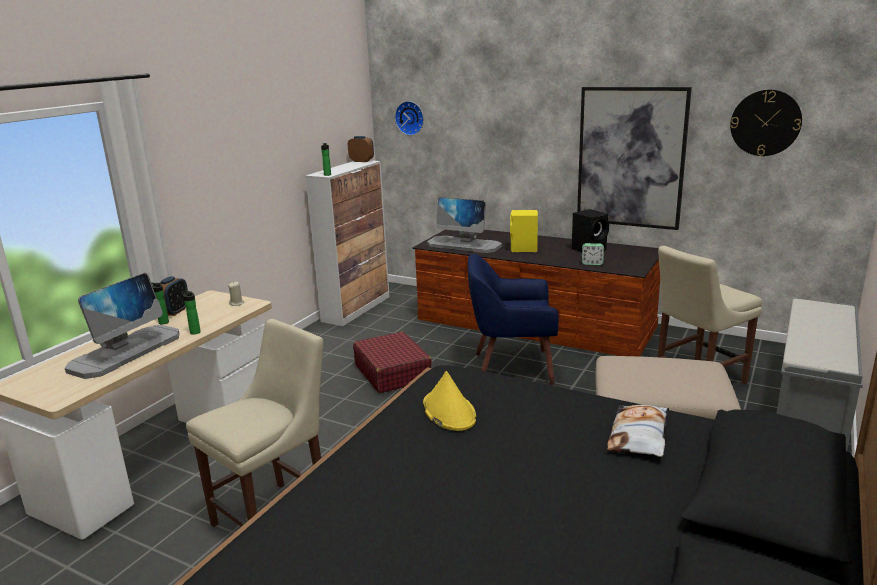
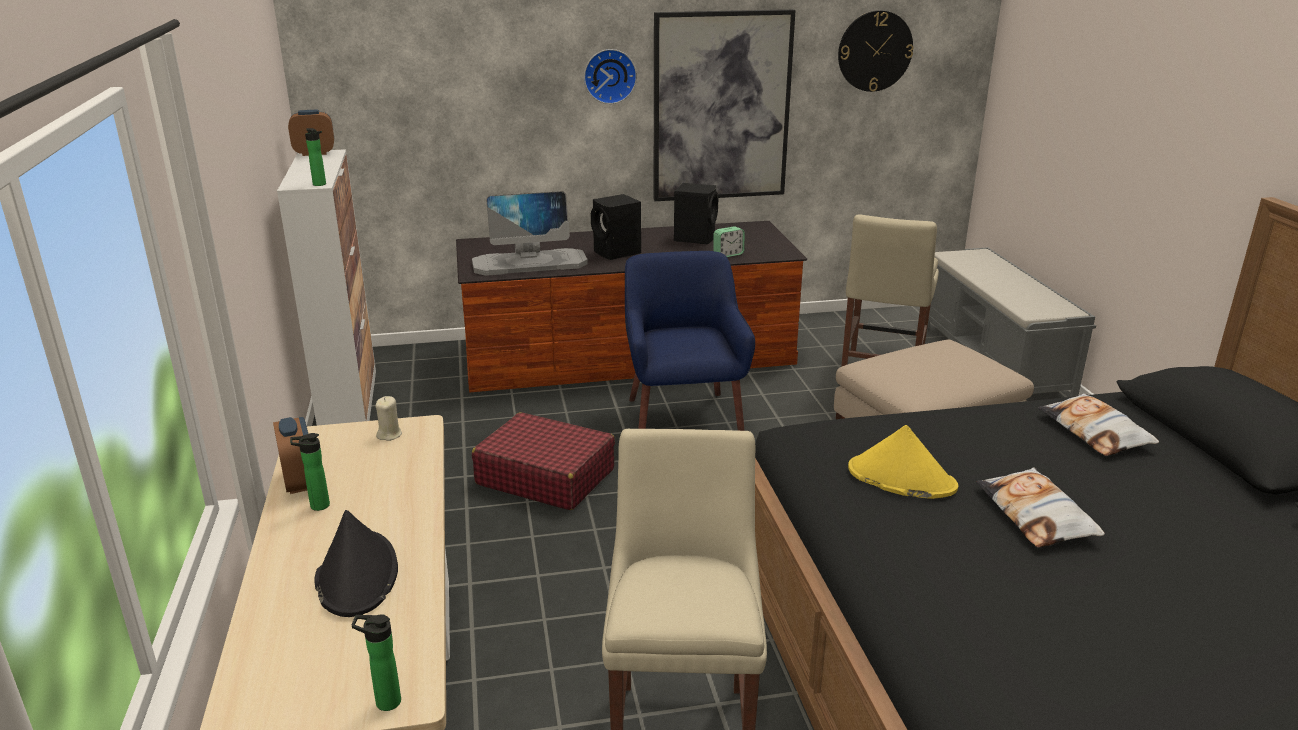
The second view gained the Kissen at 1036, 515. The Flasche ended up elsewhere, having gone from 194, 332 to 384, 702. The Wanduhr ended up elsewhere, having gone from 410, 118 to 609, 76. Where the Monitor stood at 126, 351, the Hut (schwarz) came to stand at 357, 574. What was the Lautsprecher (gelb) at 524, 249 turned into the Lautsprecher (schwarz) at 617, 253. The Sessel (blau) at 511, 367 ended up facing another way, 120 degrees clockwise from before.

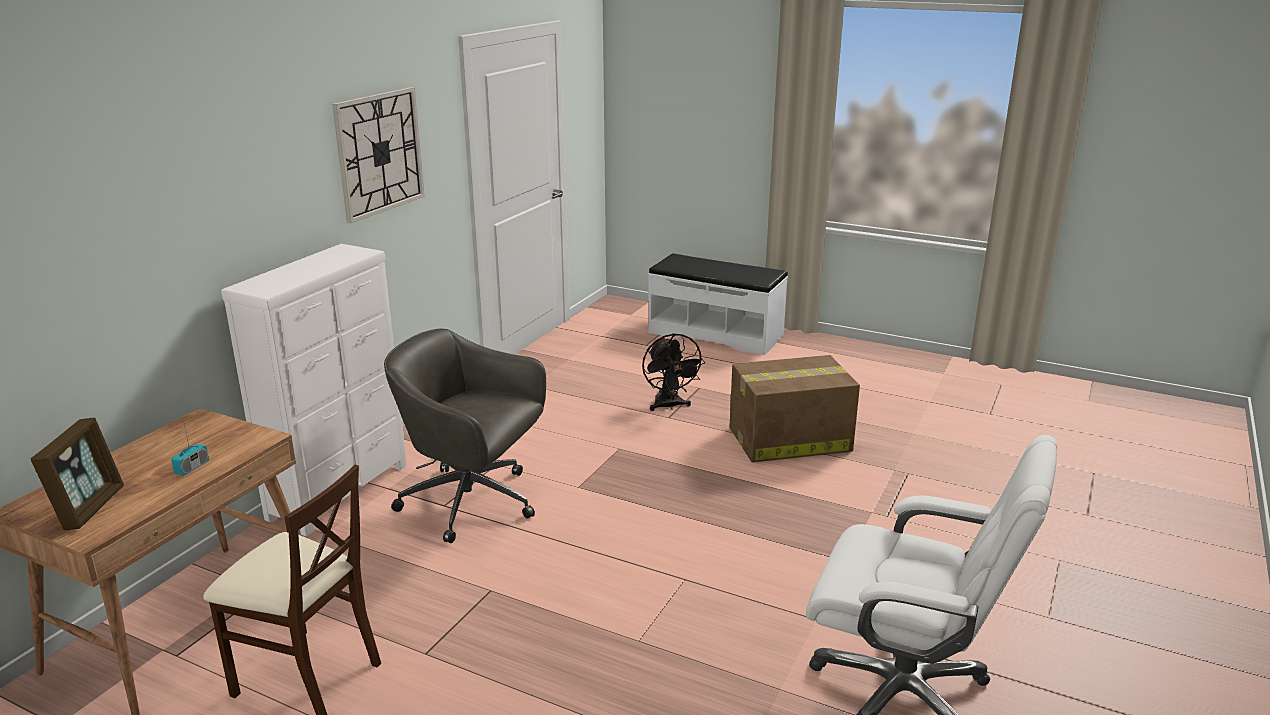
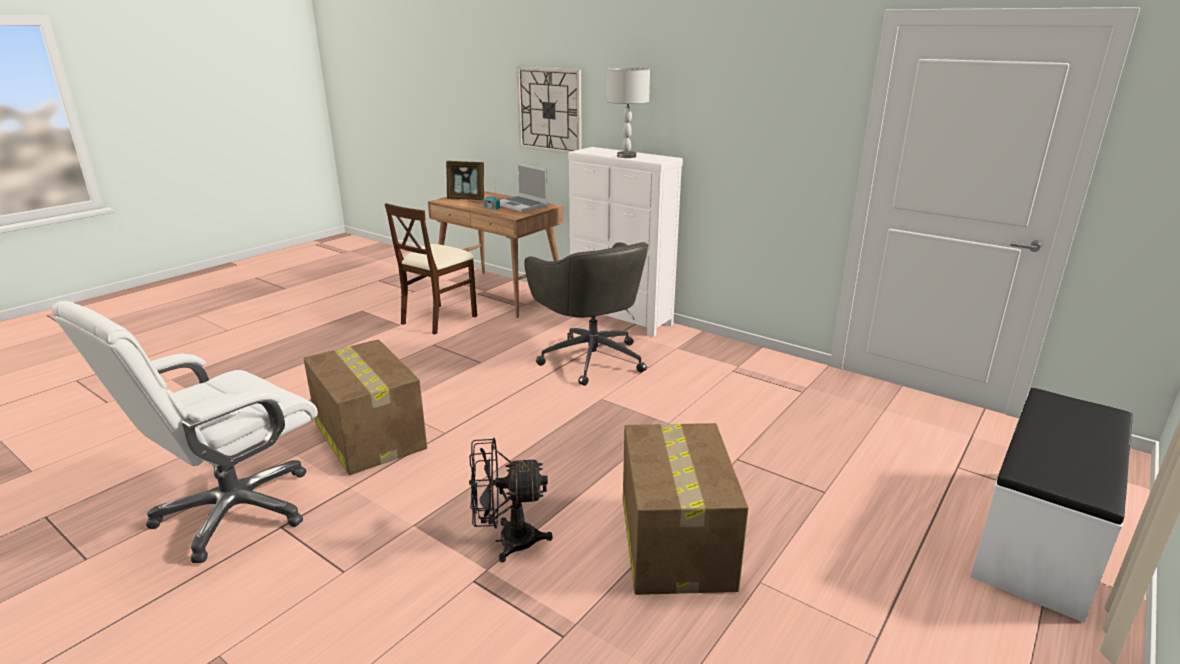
The second view gained the Karton at 369, 435. The second view gained the Laptop at 521, 205. The second view gained the Tischlampe (grau) at 626, 156. The Wanduhr ended up elsewhere, having gone from 379, 153 to 549, 110. The Ventilator (schwarz) ended up elsewhere, having gone from 669, 406 to 507, 541. The Bürostuhl (grau) at 473, 503 ended up facing another way, 120 degrees clockwise from before.

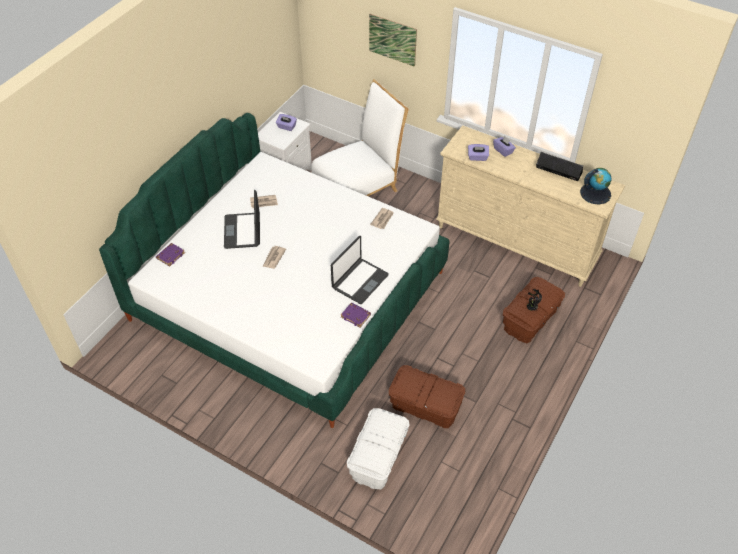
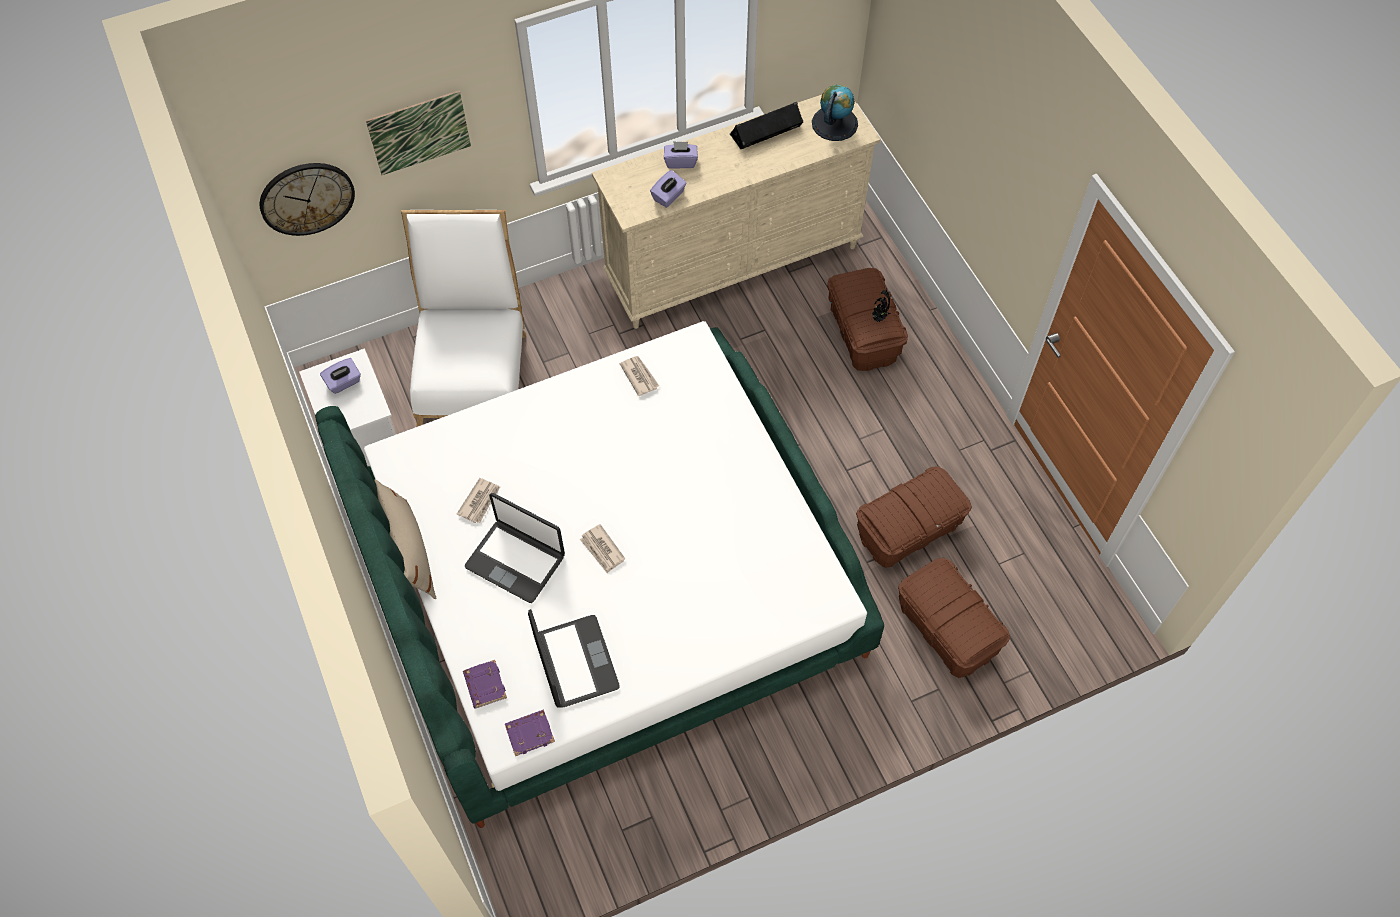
The second view gained the Wanduhr at 307, 198. The second view gained the Kissen (beige) at 410, 551. The Laptop ended up elsewhere, having gone from 359, 281 to 575, 662. The Buch (lila) ended up elsewhere, having gone from 356, 316 to 530, 733. What was the Aufbewahrungsbox (weiß) at 378, 457 turned into the Aufbewahrungsbox (braun) at 947, 629.

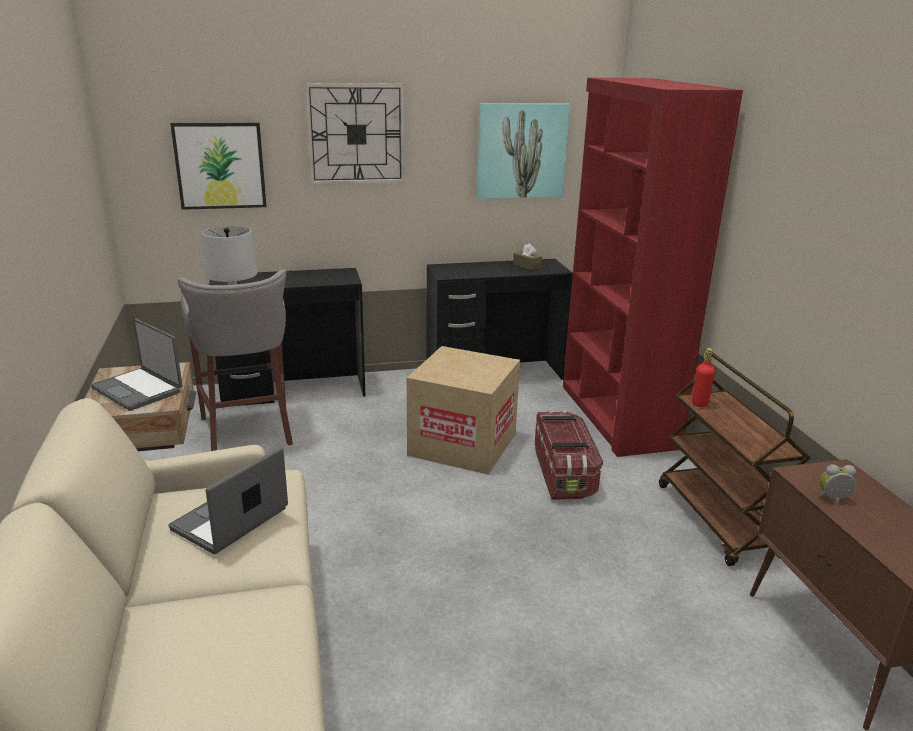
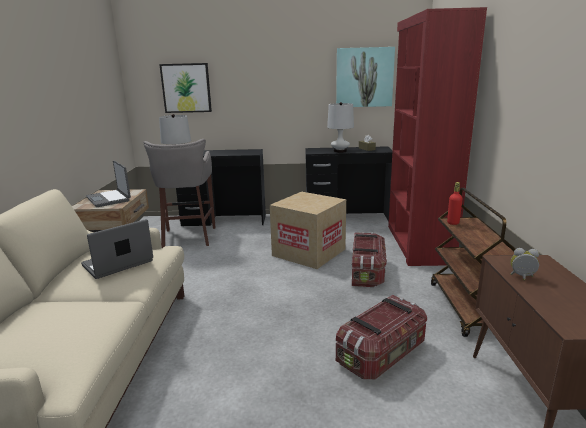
The second view lost the Wanduhr at 356, 134. The second view gained the Tischlampe (weiß) at 340, 151. The second view gained the Aufbewahrungsbox at 382, 354.

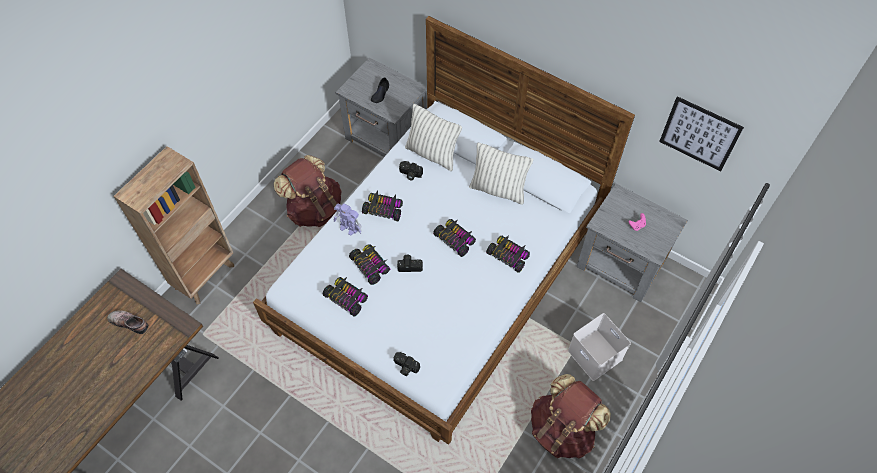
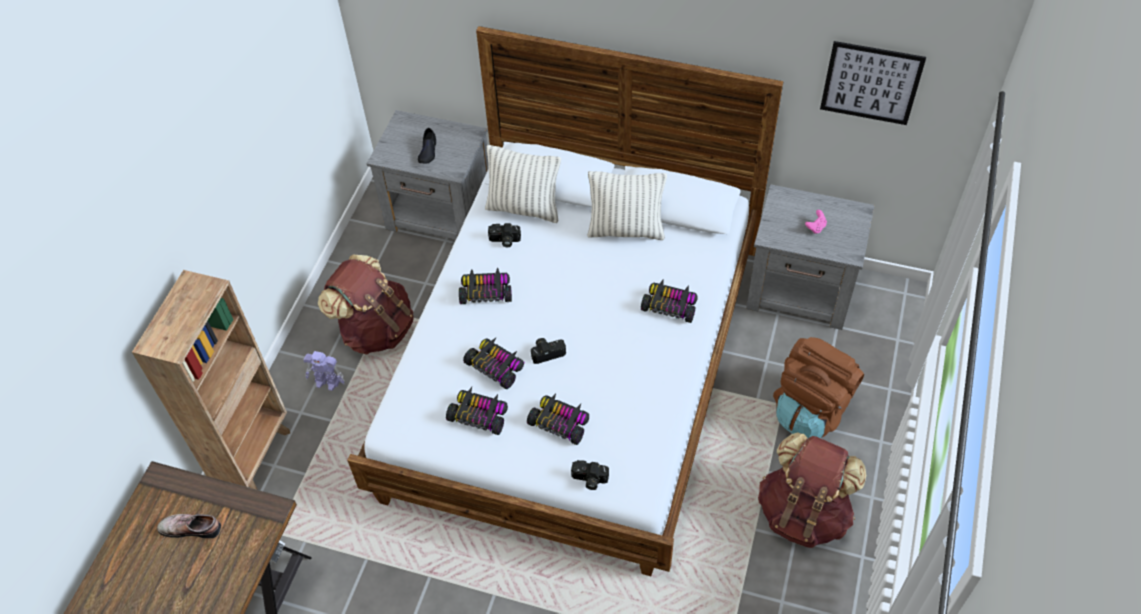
The Spielzeugroboter ended up elsewhere, having gone from 349, 228 to 328, 382. The Spielzeugauto ended up elsewhere, having gone from 455, 239 to 560, 422. Where the Aufbewahrungsbox (weiß) stood at 596, 355, the Rucksack (braun) came to stand at 811, 409.

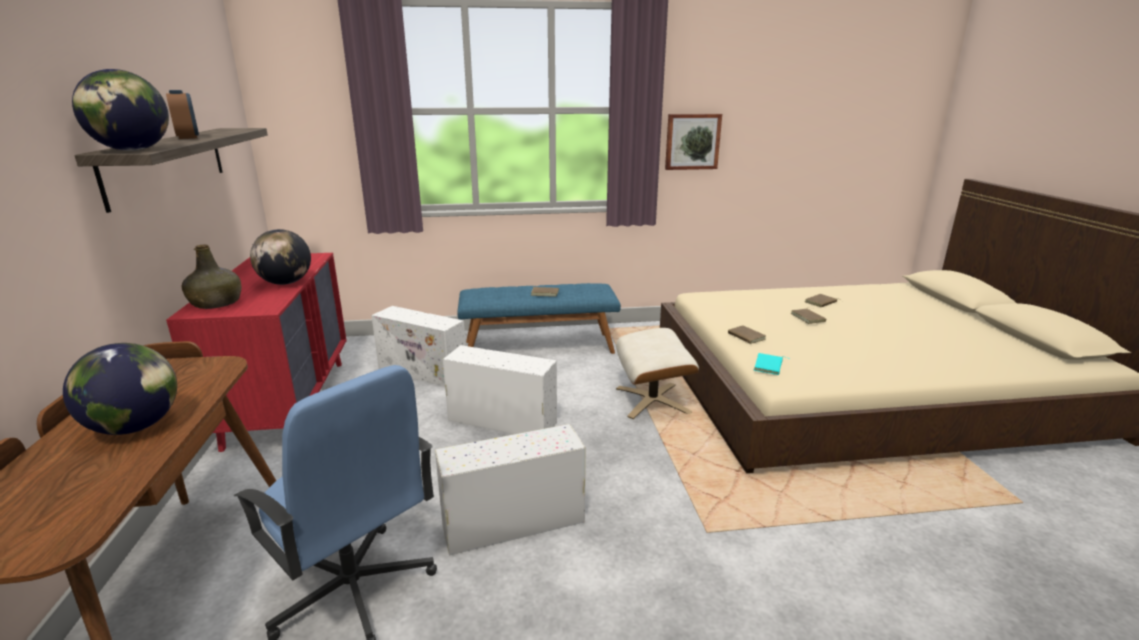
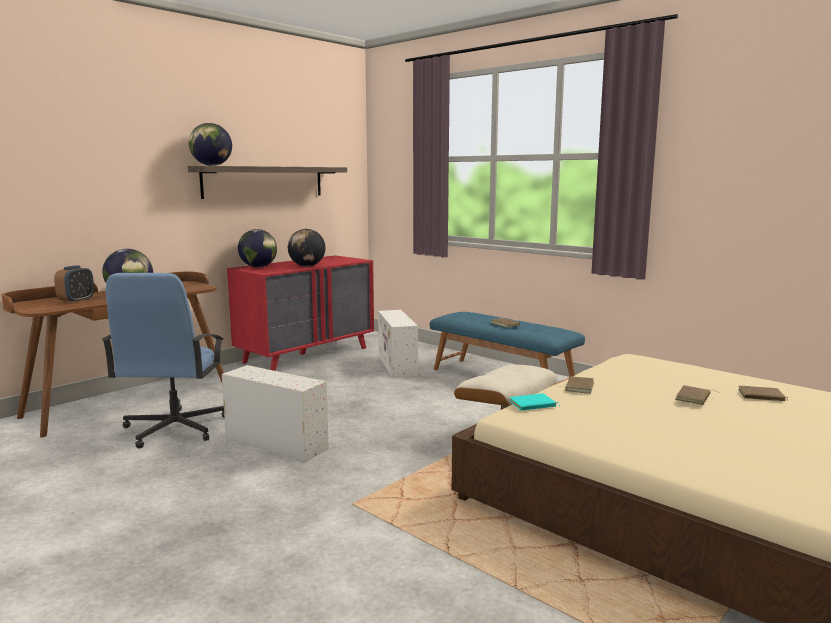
The second view lost the Aufbewahrungsbox (weiß) at 500, 421. The second view lost the Bild at 692, 141. The Wecker ended up elsewhere, having gone from 188, 137 to 76, 301. Where the Flasche (grün) stood at 216, 303, the Globus came to stand at 258, 267.

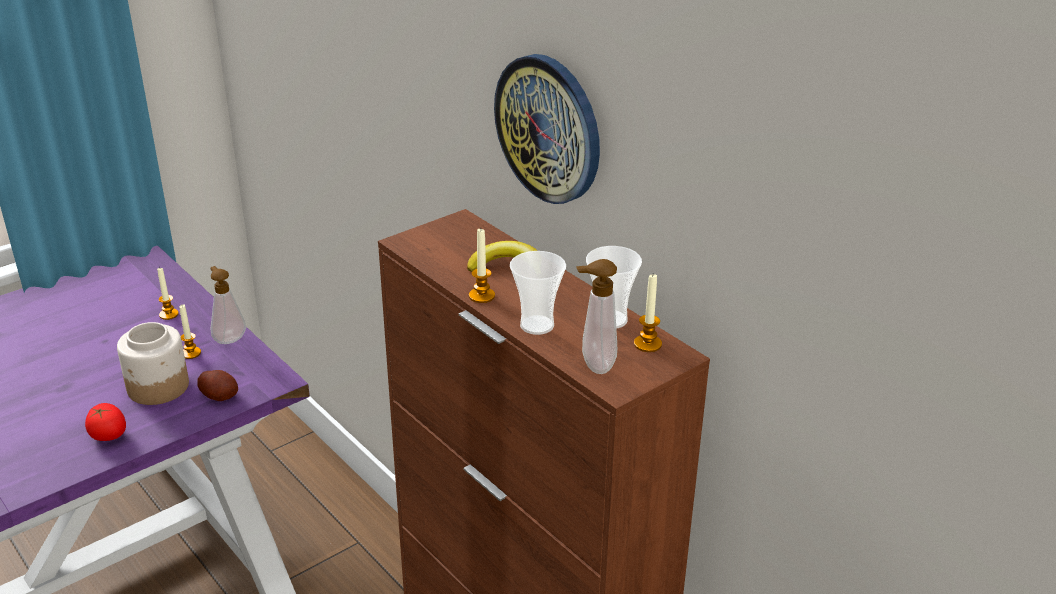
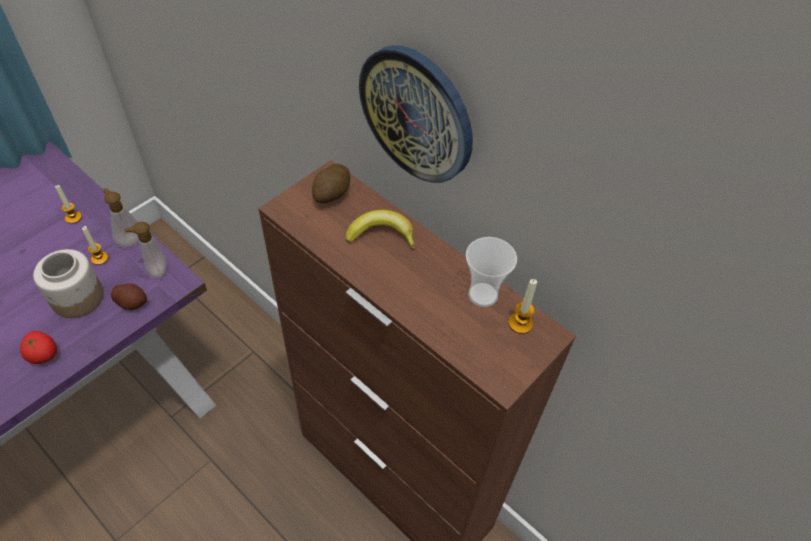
The second view lost the Kerze at 481, 296. The second view lost the Tasse at 537, 325. The second view gained the Kartoffel at 331, 194. The Seifenspender ended up elsewhere, having gone from 594, 365 to 156, 271.

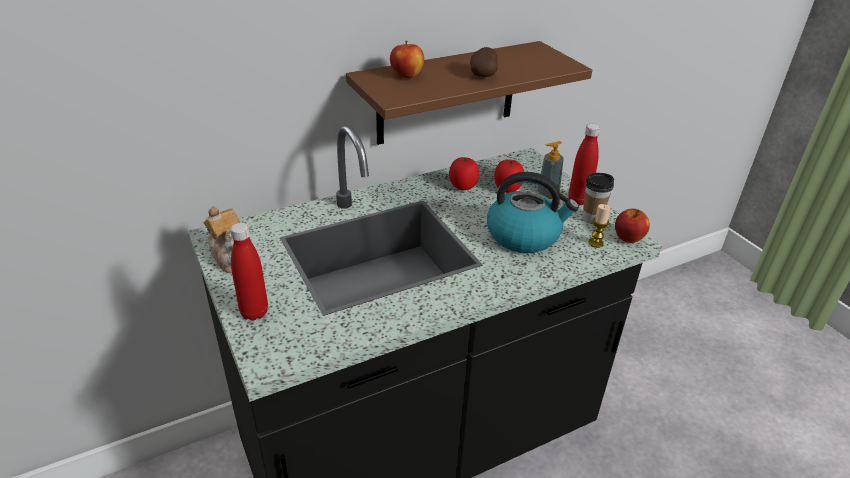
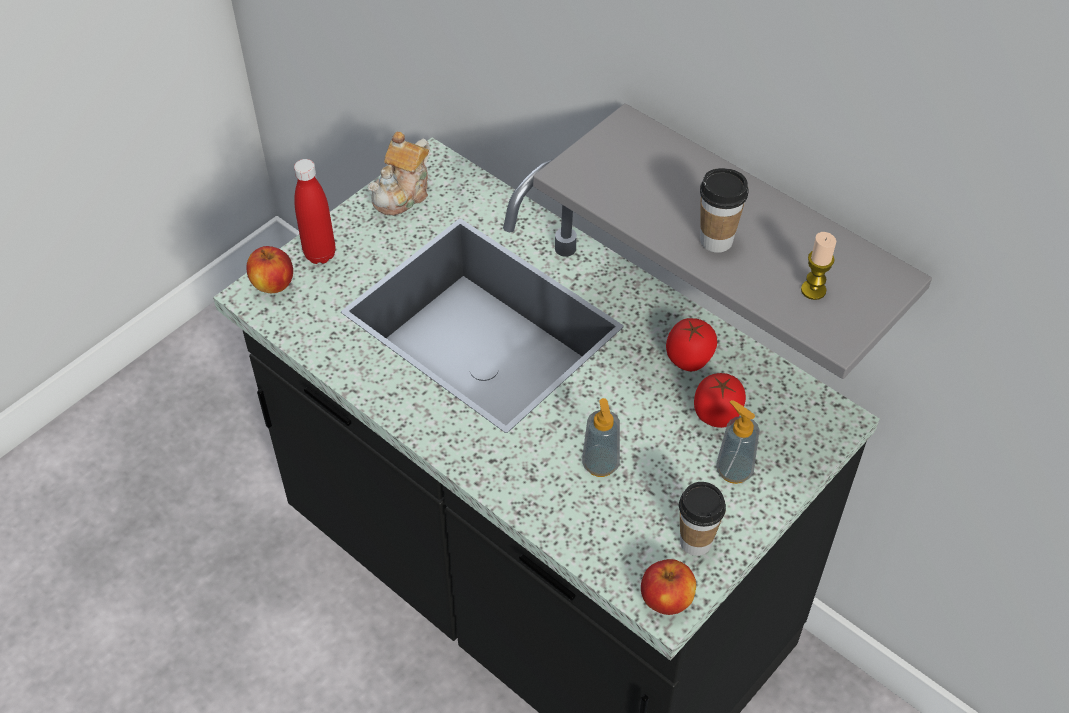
The second view lost the Flasche (rot) at 578, 200. The Apfel ended up elsewhere, having gone from 407, 75 to 273, 285. The Kerze ended up elsewhere, having gone from 595, 243 to 813, 290. Where the Kartoffel stood at 483, 75, the Tasse came to stand at 716, 240. Where the Wasserkessel stood at 524, 235, the Seifenspender came to stand at 600, 464. What was the Wandregal (braun) at 447, 93 turned into the Wandregal (grau) at 761, 232.

